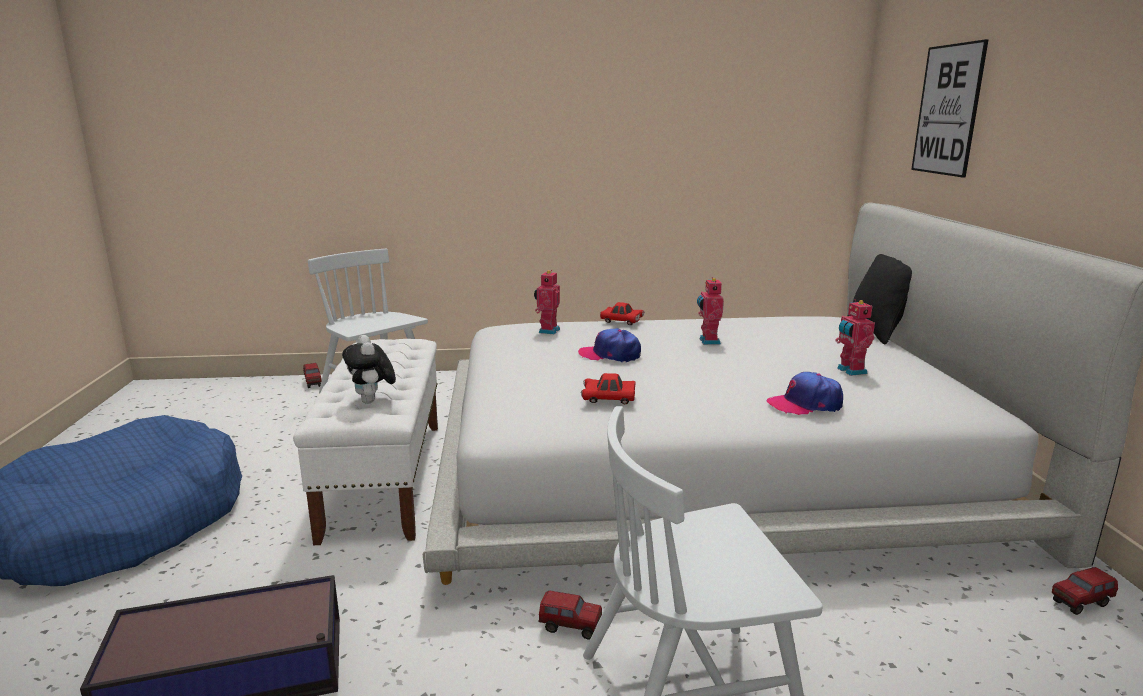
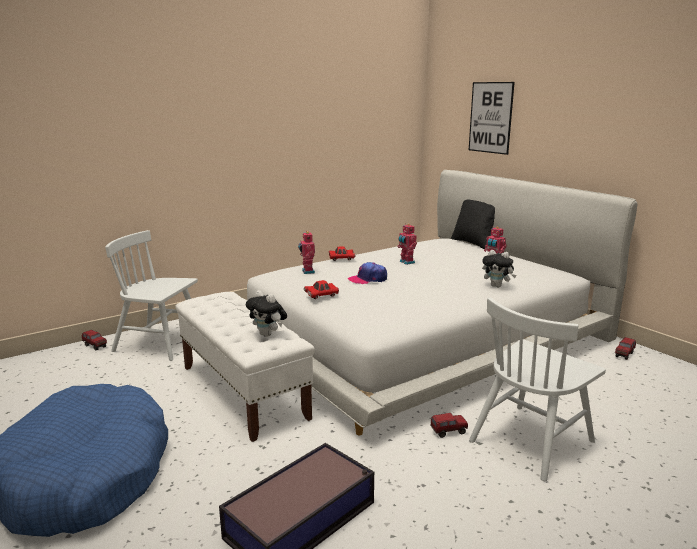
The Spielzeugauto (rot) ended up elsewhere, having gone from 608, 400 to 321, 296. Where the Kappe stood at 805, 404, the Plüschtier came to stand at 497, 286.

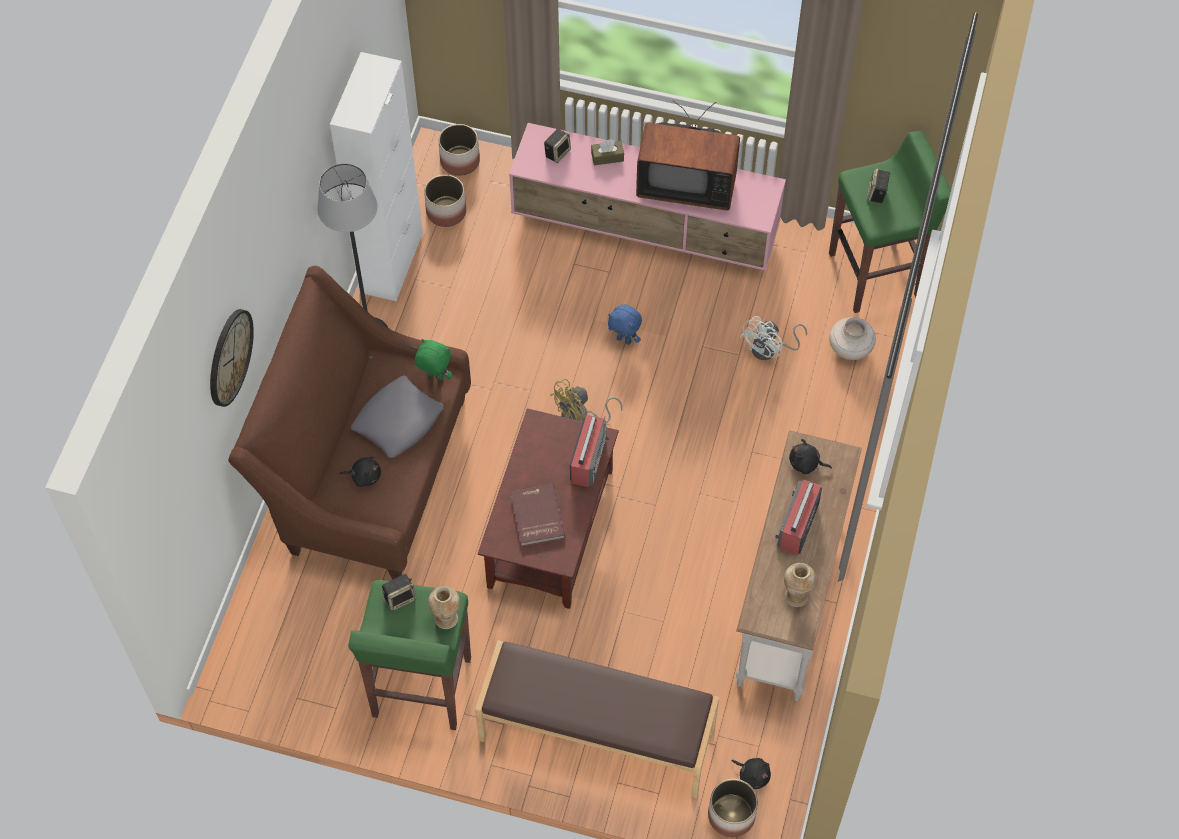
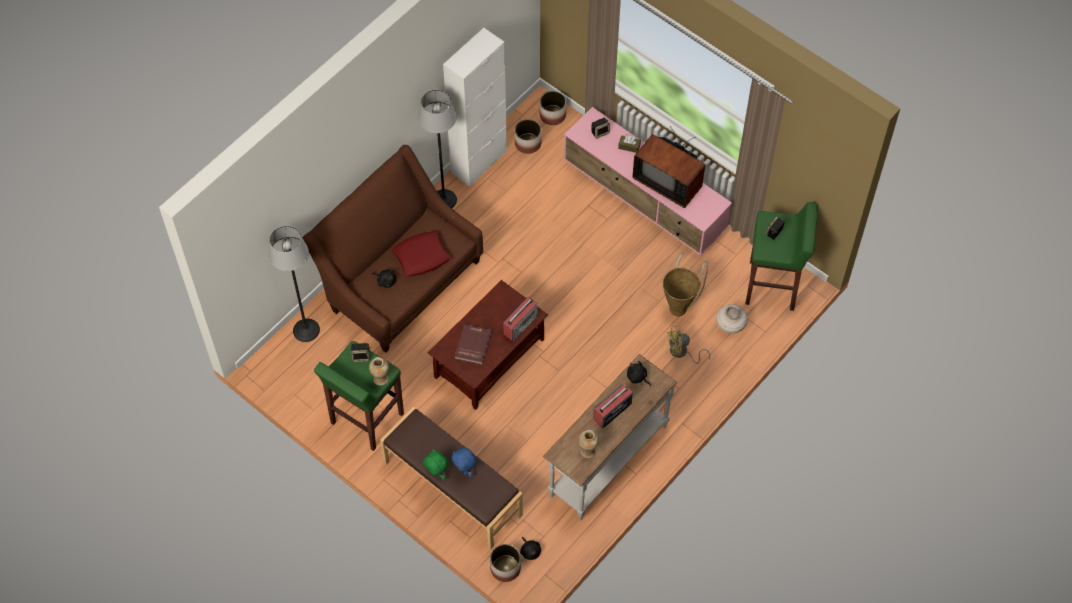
The second view lost the Wanduhr at 229, 357. The second view gained the Stehlampe at 306, 330. The Plüschtier (grün) ended up elsewhere, having gone from 435, 377 to 436, 474. The Ventilator (gelb) ended up elsewhere, having gone from 580, 416 to 682, 353. The Plüschtier (blau) ended up elsewhere, having gone from 624, 339 to 465, 470. Where the Ventilator (weiß) stood at 770, 349, the Korb came to stand at 680, 306. What was the Kissen (grau) at 398, 421 turned into the Kissen (rot) at 421, 256.

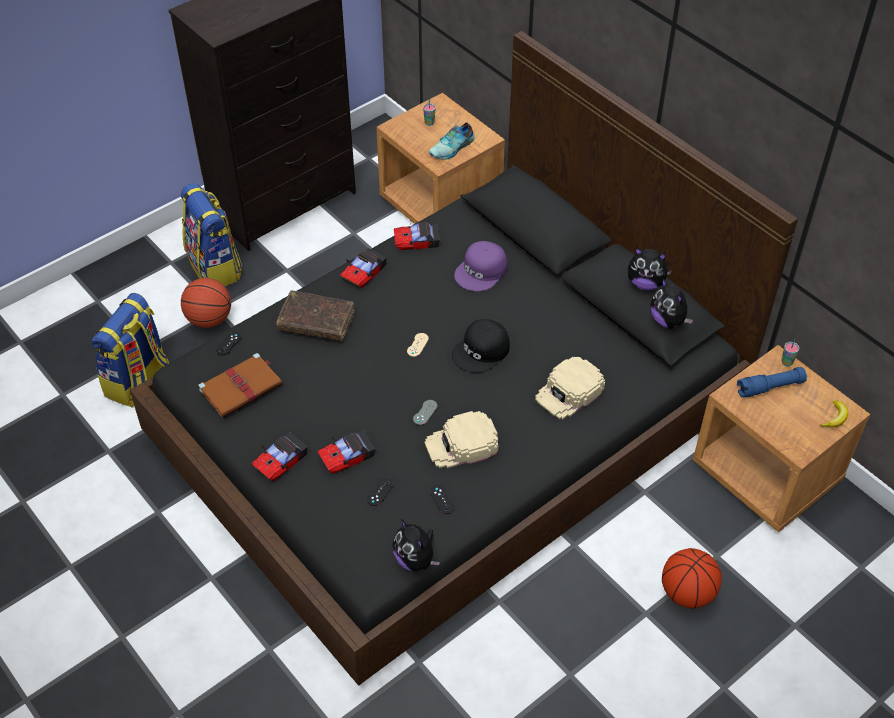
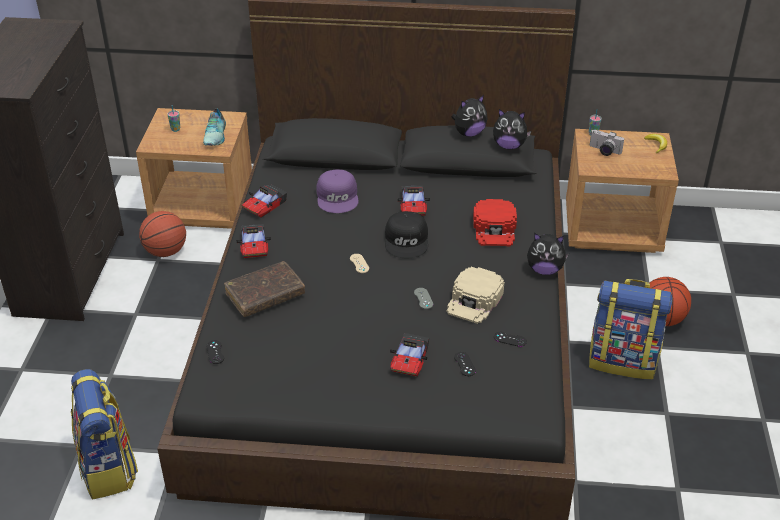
The second view lost the Buch (braun) at 242, 387. The Rucksack ended up elsewhere, having gone from 215, 267 to 623, 360. The Basketball ended up elsewhere, having gone from 209, 319 to 165, 251. The Spielzeugauto ended up elsewhere, having gone from 280, 461 to 413, 205. The Plüschtier ended up elsewhere, having gone from 416, 560 to 544, 270. Where the Taschenlampe (blau) stood at 770, 387, the Kamera came to stand at 603, 151. What was the Kappe (beige) at 569, 392 turned into the Kappe (rot) at 495, 228.

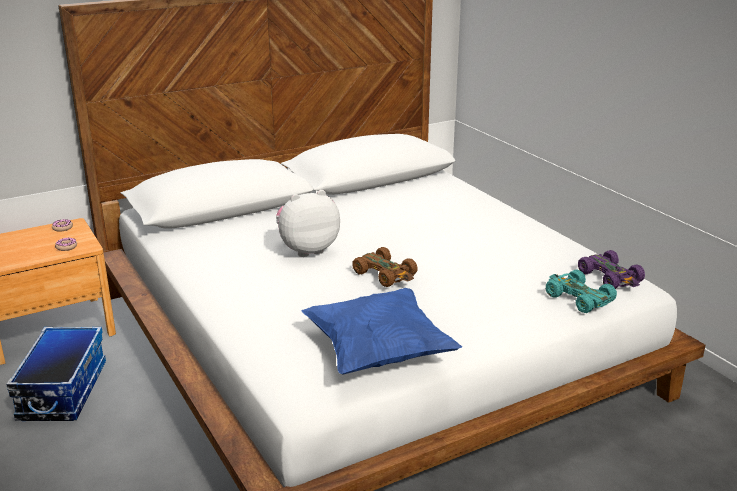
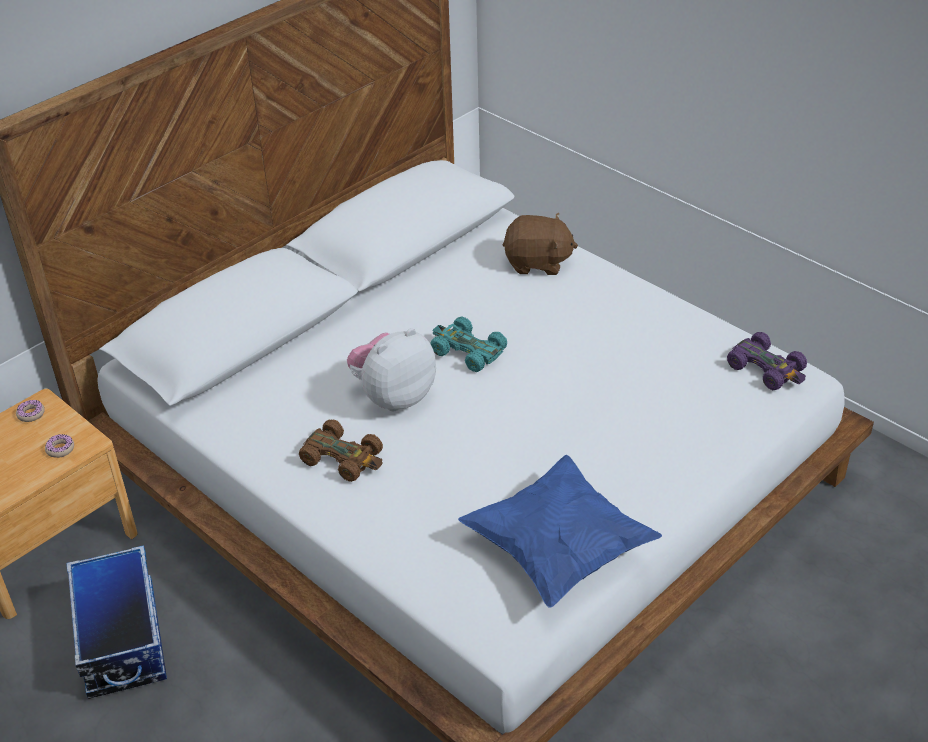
The second view gained the Plüschtier (braun) at 537, 263. The Spielzeugauto (braun) ended up elsewhere, having gone from 385, 274 to 343, 458. The Spielzeugauto (türkis) ended up elsewhere, having gone from 578, 298 to 467, 351.

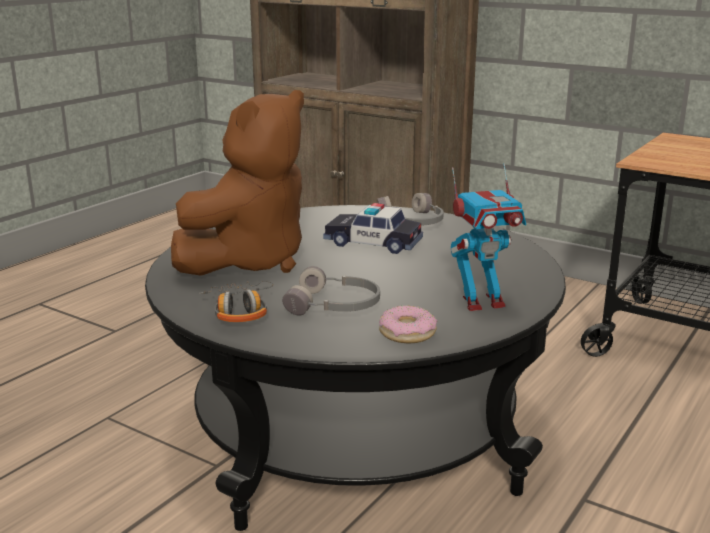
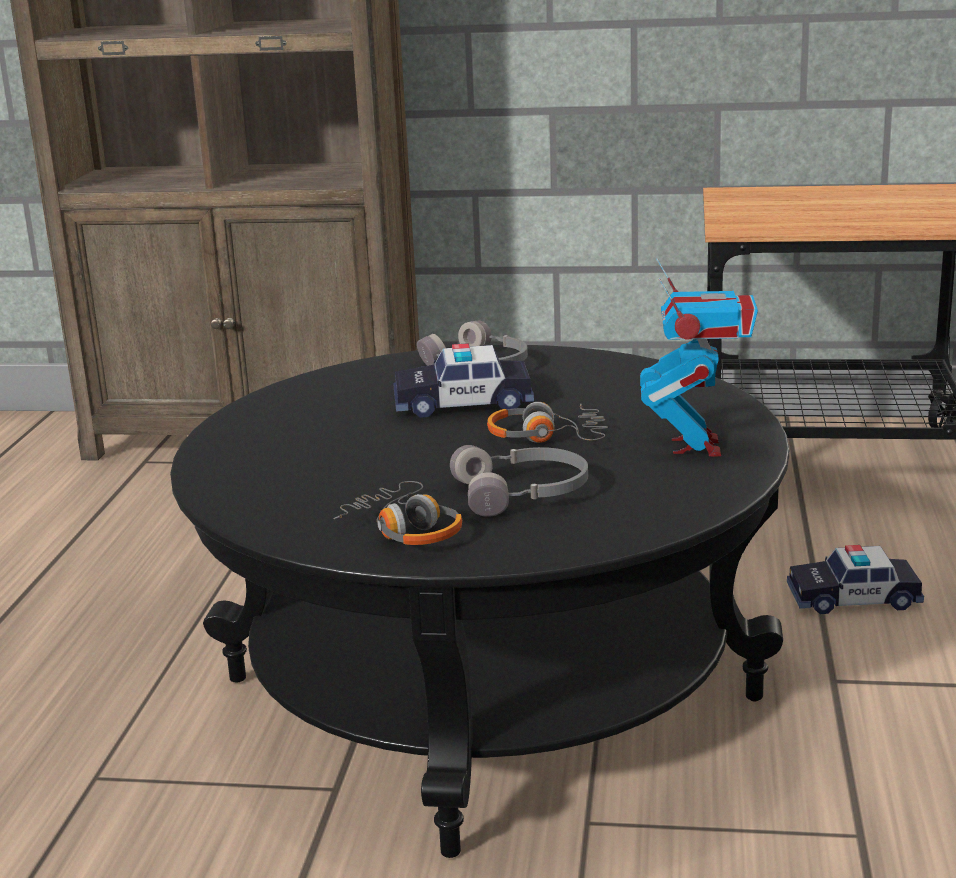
The second view lost the Plüschtier (braun) at 250, 261. The second view lost the Donut at 407, 333. The second view gained the Kopfhörer at 547, 437. The second view gained the Spielzeugauto at 853, 598. The Spielzeugroboter at 482, 302 ended up facing another way, 45 degrees counterclockwise from before.

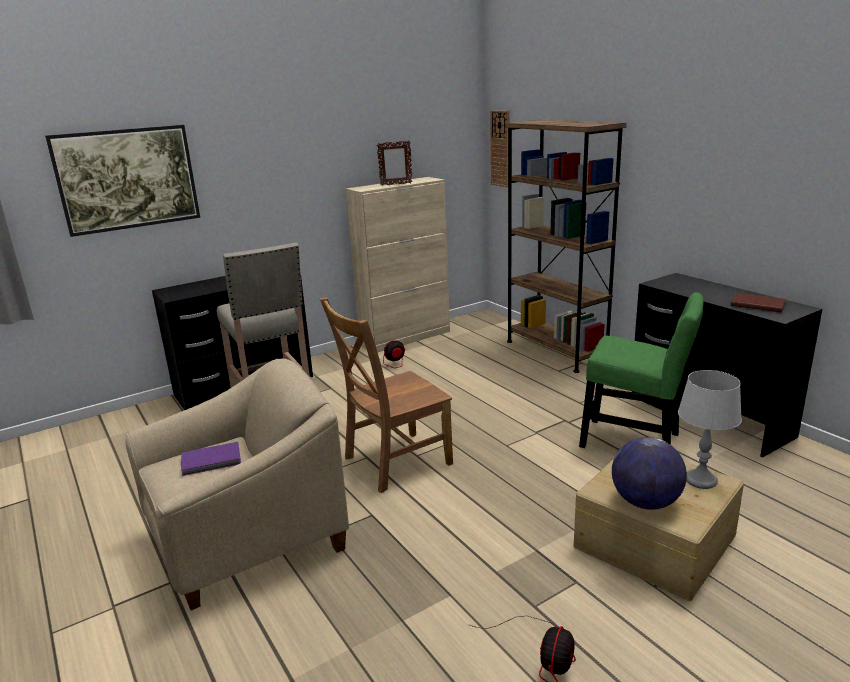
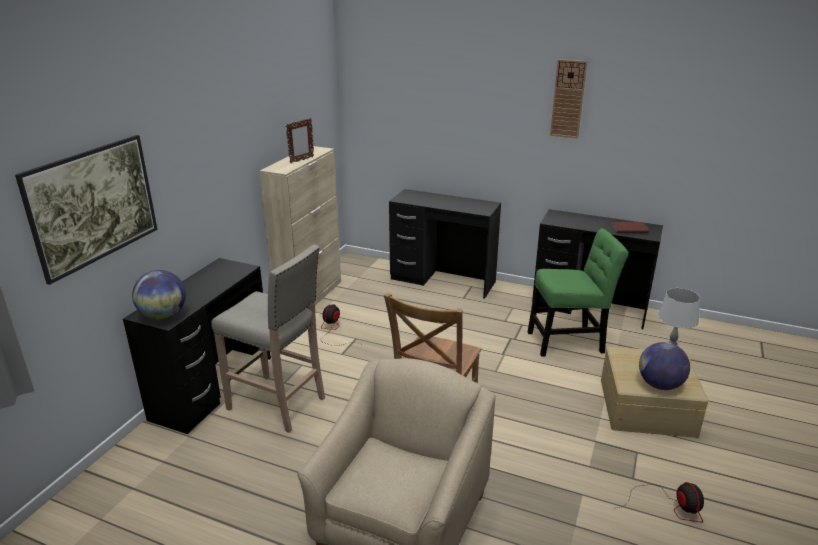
The second view lost the Buch (lila) at 212, 461. The second view gained the Globus at 163, 316. The Wanduhr ended up elsewhere, having gone from 500, 149 to 568, 99. Where the Bücherregal (braun) stood at 555, 350, the Schreibtisch (schwarz) came to stand at 443, 280.

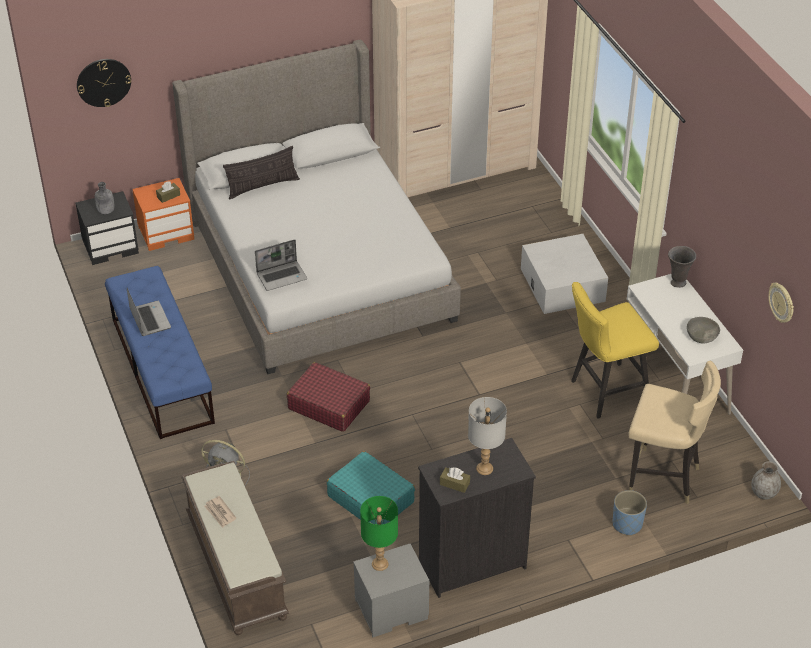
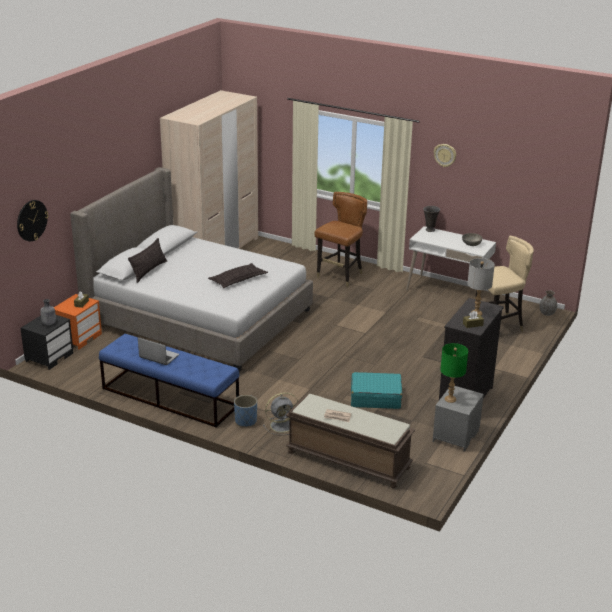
The second view lost the Laptop at 282, 276. The second view lost the Koffer (rot) at 328, 404. The second view lost the Hocker (gelb) at 604, 393. The second view gained the Kissen at 238, 279. The Pflanzkübel (blau) ended up elsewhere, having gone from 627, 524 to 246, 421. The Wanduhr ended up elsewhere, having gone from 782, 303 to 445, 155. Where the Aufbewahrungsbox (weiß) stood at 562, 285, the Stuhl (braun) came to stand at 340, 276.

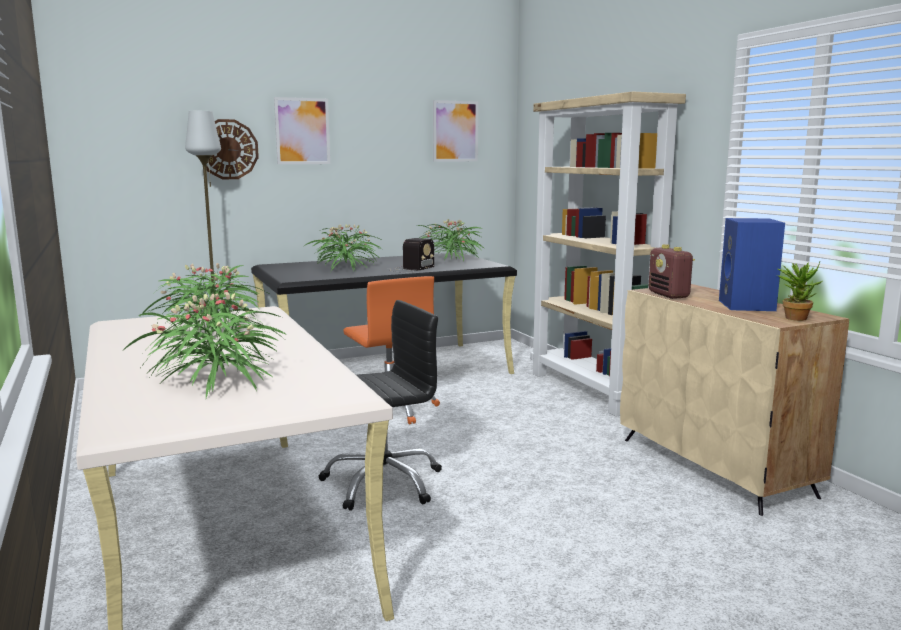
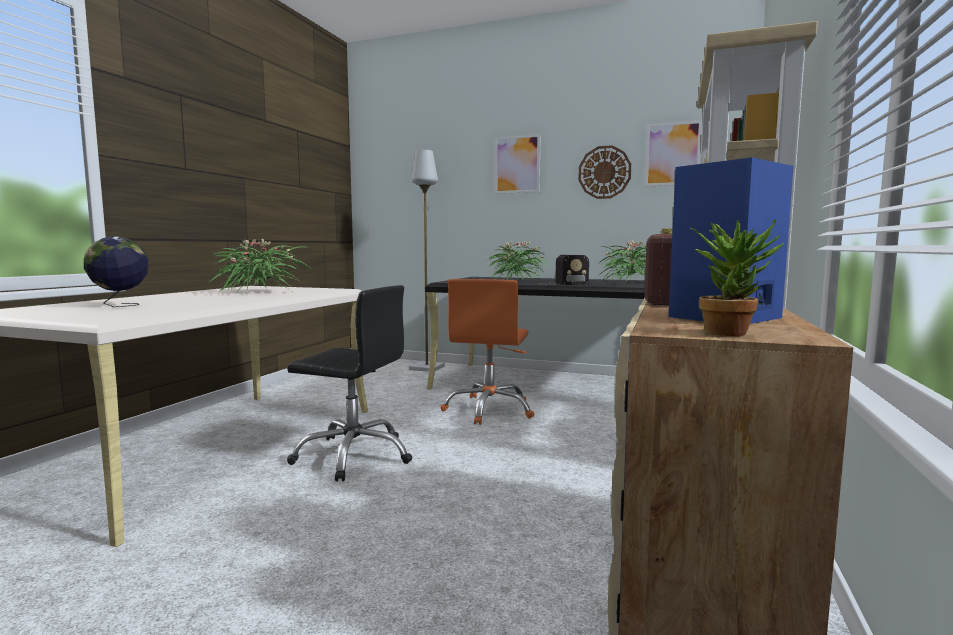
The Wanduhr ended up elsewhere, having gone from 228, 149 to 604, 172. Where the Topfpflanze stood at 215, 380, the Globus came to stand at 120, 305.

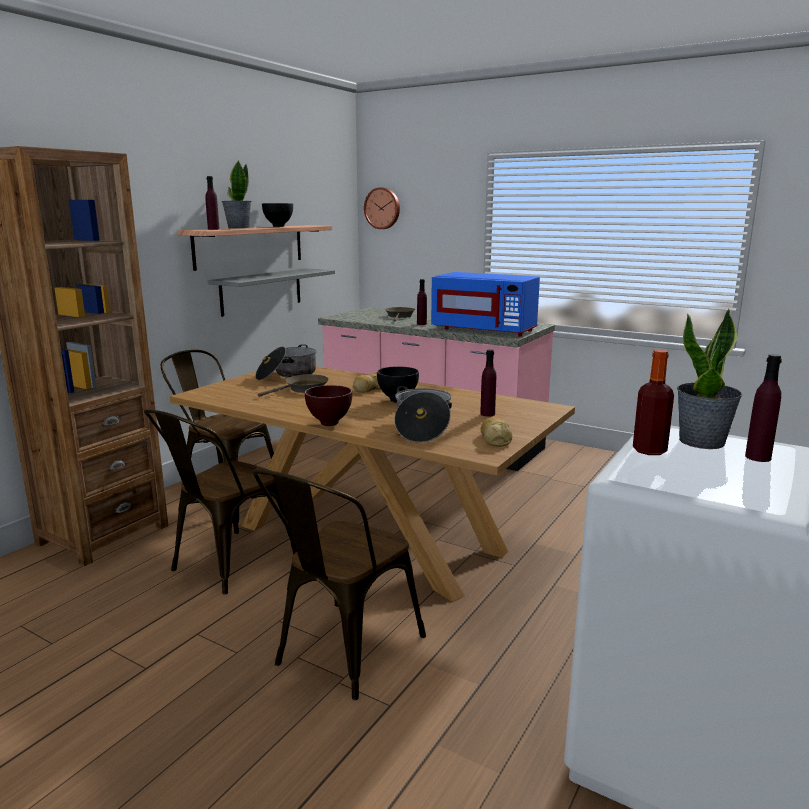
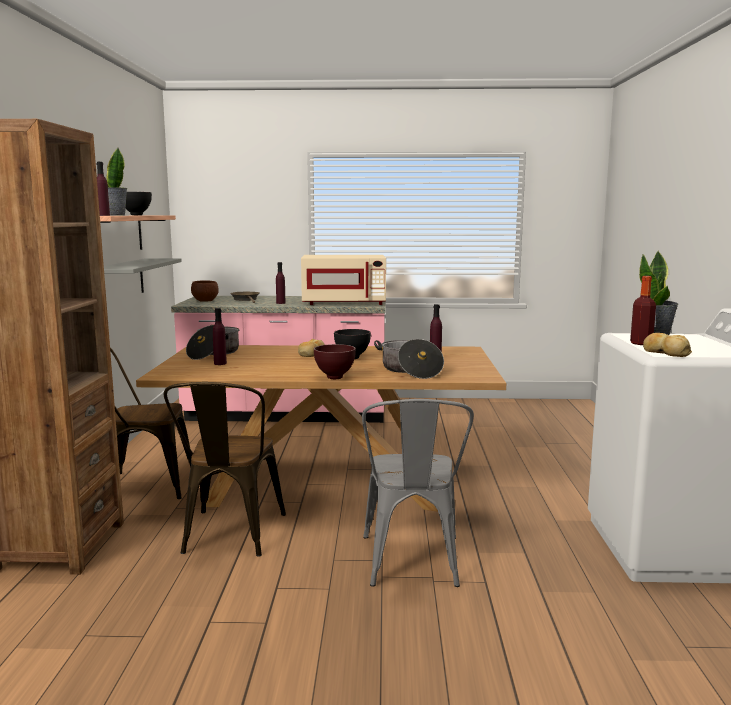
The second view lost the Pfanne (braun) at 303, 389. The second view lost the Wanduhr at 383, 208. The second view gained the Schüssel (braun) at 206, 301. The Brot ended up elsewhere, having gone from 495, 439 to 665, 352. The Flasche (lila) ended up elsewhere, having gone from 758, 457 to 220, 363. What was the Stuhl (braun) at 341, 654 turned into the Stuhl (grau) at 412, 565. What was the Mikrowelle (blau) at 484, 330 turned into the Mikrowelle (beige) at 344, 303.

